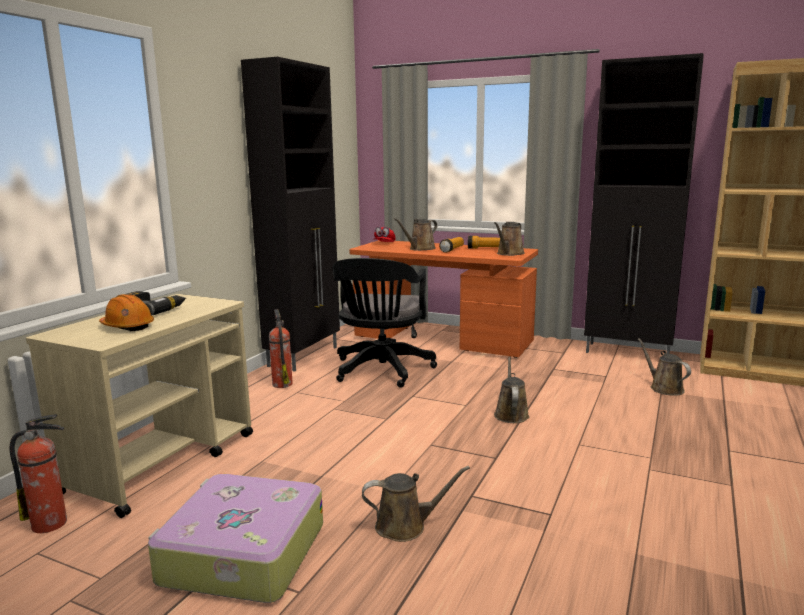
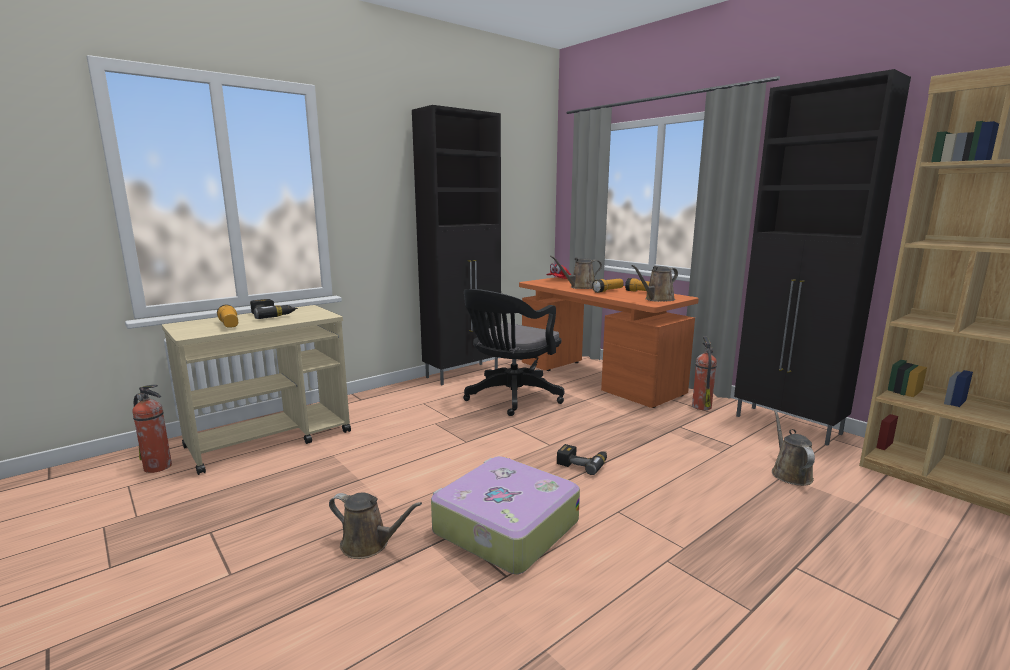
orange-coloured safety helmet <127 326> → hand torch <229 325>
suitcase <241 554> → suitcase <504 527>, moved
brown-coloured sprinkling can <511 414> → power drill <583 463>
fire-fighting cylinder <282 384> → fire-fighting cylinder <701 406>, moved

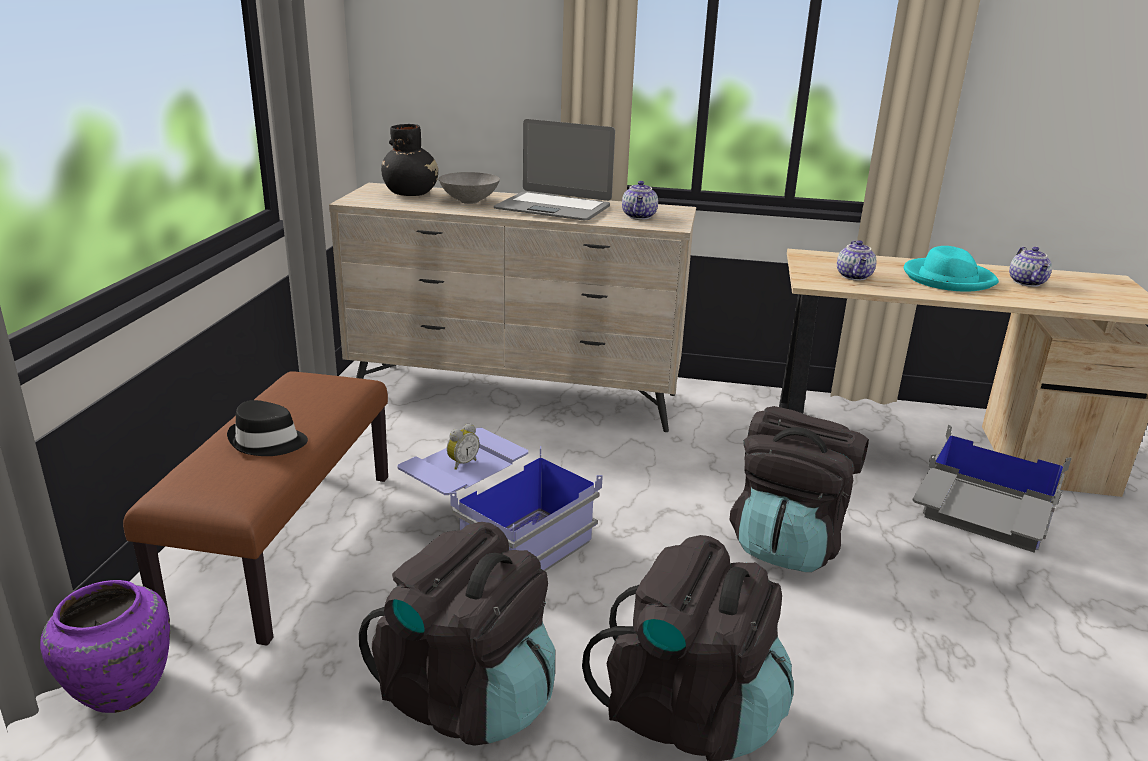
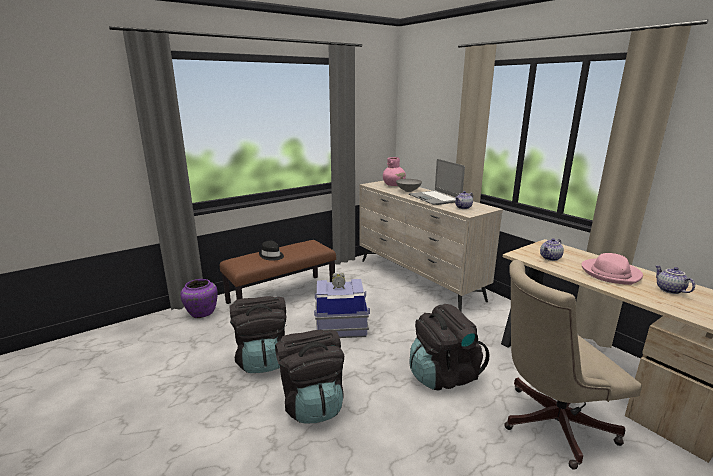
black-coloured vase <411 194> → pink-coloured vase <394 185>
gray storage bin <975 538> → sand-coloured office chair <549 424>
turquoise wearable hat <947 279> → pink-coloured wearable hat <610 273>
pot for tea <1028 283> → pot for tea <669 290>, 120 degrees clockwise

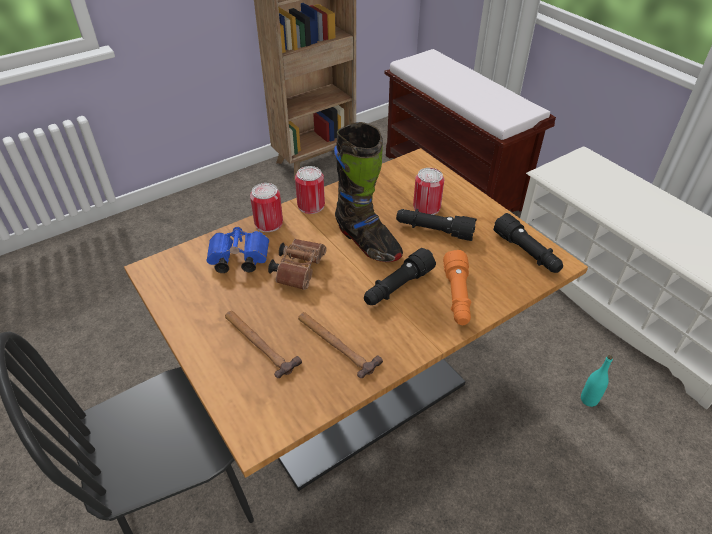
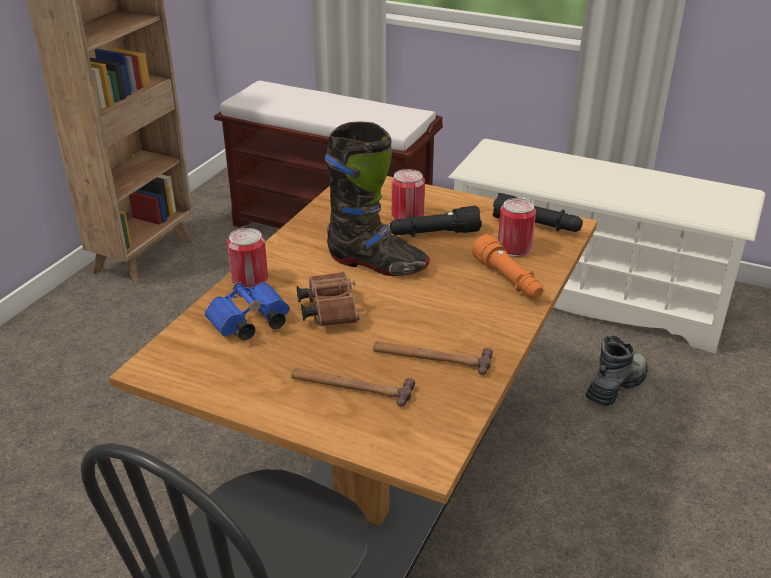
sealed can <311 205> → sealed can <514 248>, moved
turquoise drink bottle <589 399> → tall boot <616 386>
black-coloured hand torch <397 287> → -

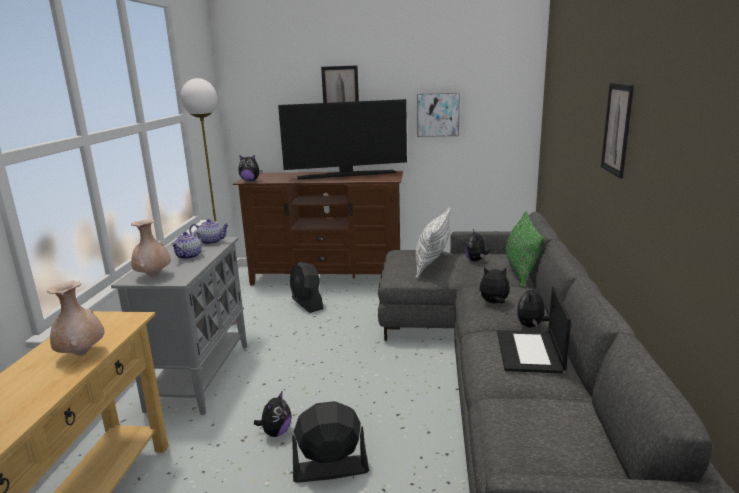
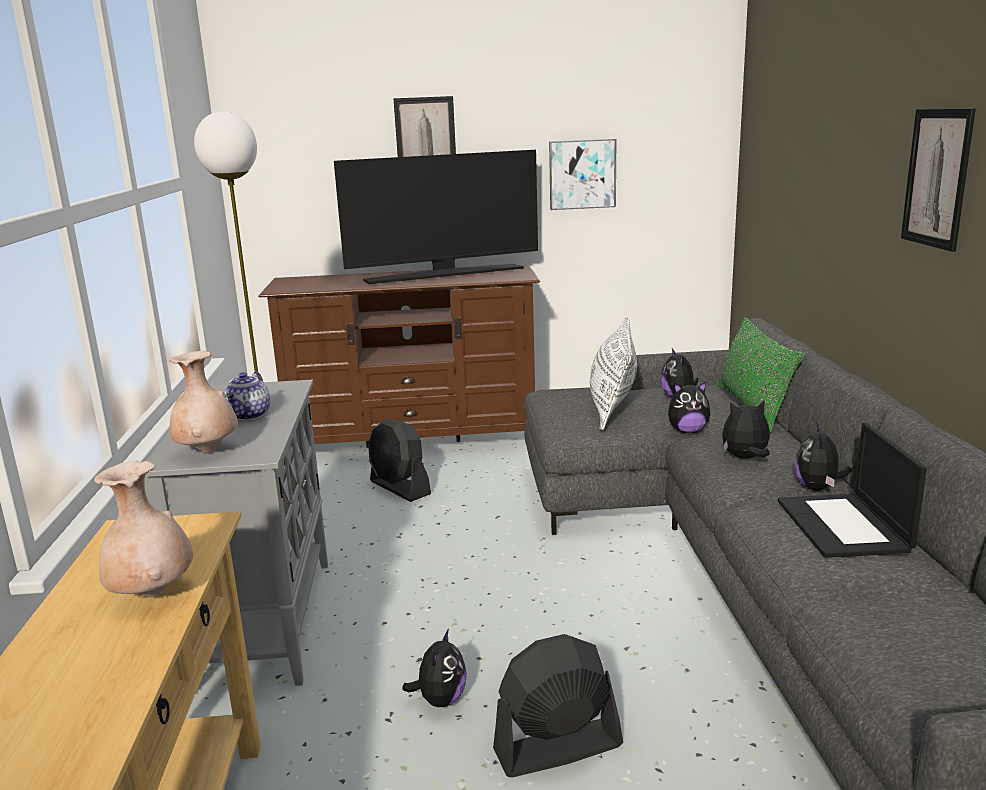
plush toy <250 180> → plush toy <687 431>, moved
pot for tea <211 241> → -

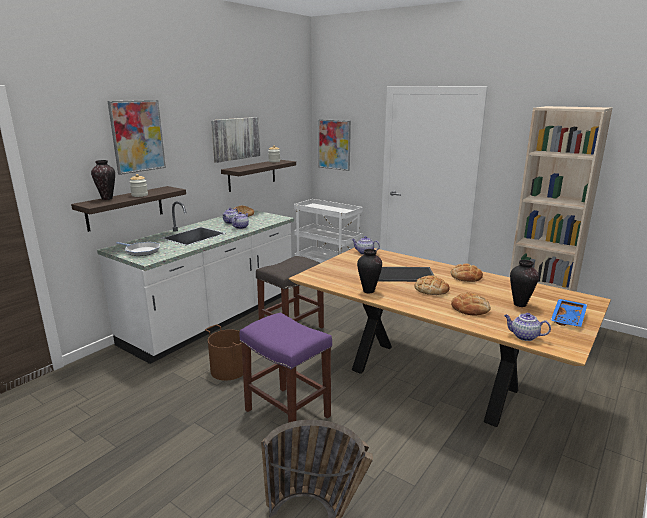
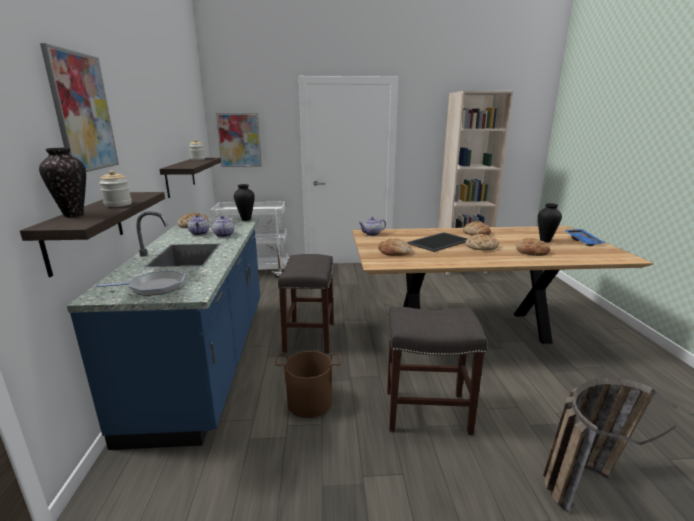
white kitchen base unit <213 319> → bluish kitchen base unit <207 359>
vase <368 291> → vase <245 220>, moved
- → bread <394 251>
purple sitting stool <286 413> → gray sitting stool <425 412>
wall art <235 138> → -
pot for tea <524 336> → -

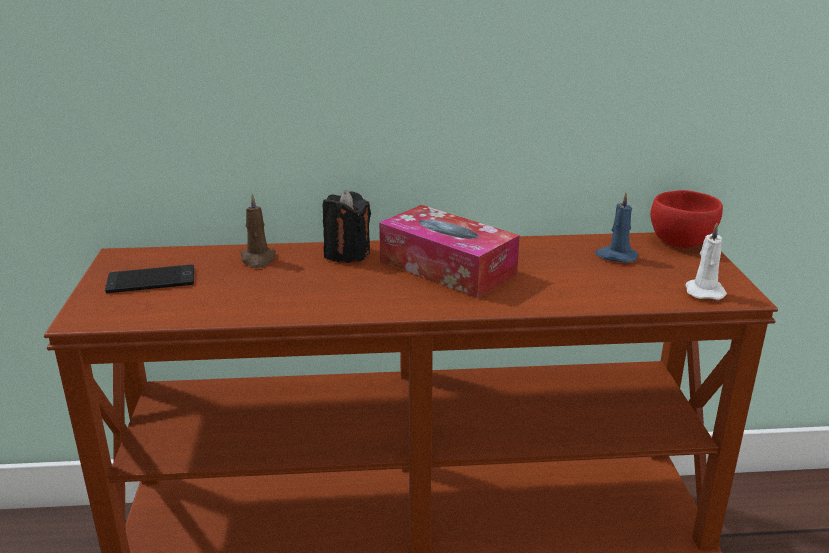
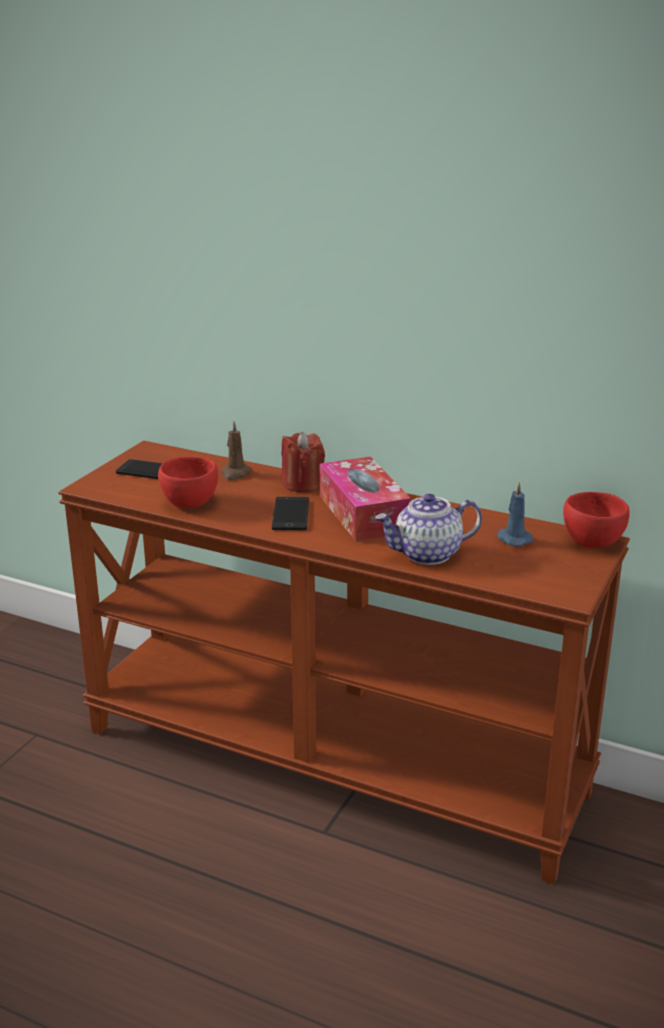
- → red deep dish <191 502>
- → telephone <290 514>
black-coloured wax candle <347 254> → red wax candle <302 484>
- → pot for tea <427 554>
white wax candle <703 291> → -

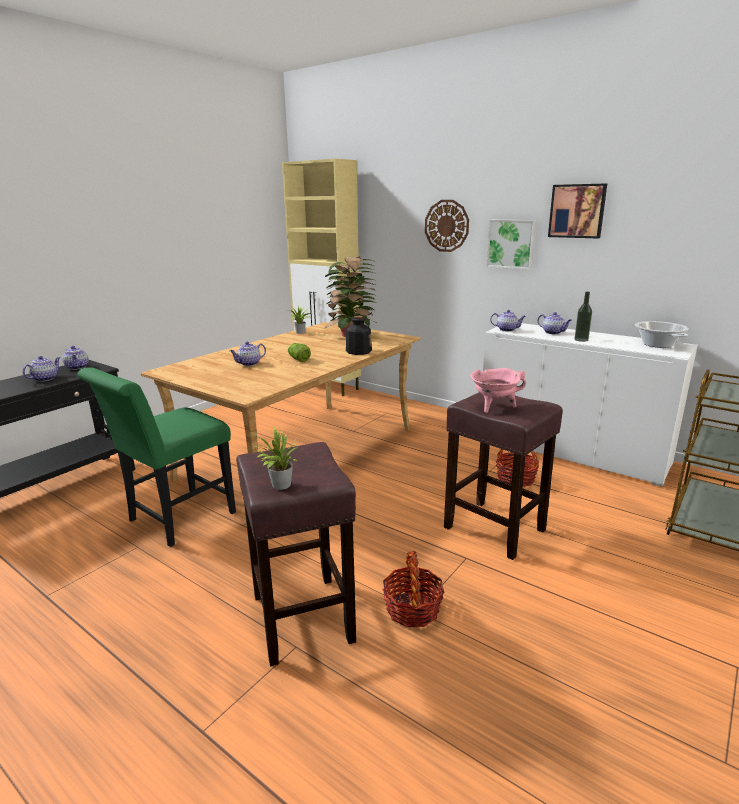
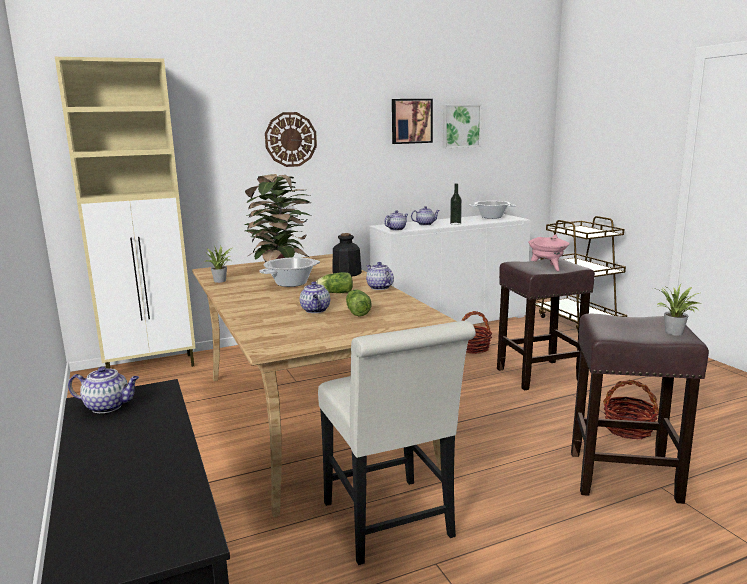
- → saucepot <291 283>
green upright chair <176 519> → white upright chair <391 525>
- → lettuce <357 311>
pot for tea <45 379> → pot for tea <379 287>, moved
wall art <511 244> → wall art <460 126>, moved

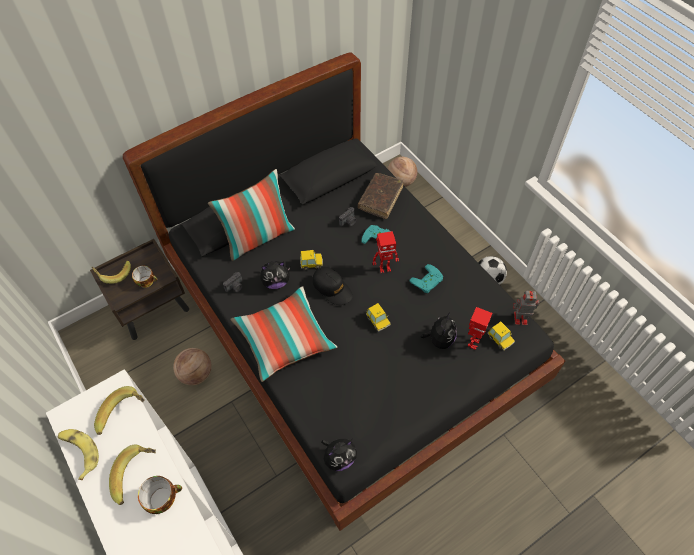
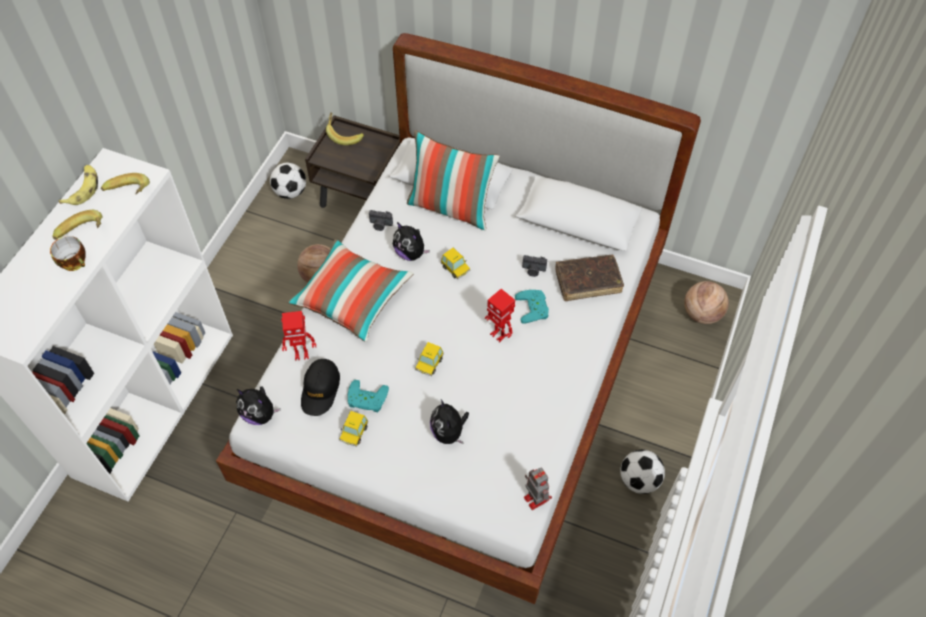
black-coloured bed <348 329> → white bed <464 375>
- → football <290 192>
model robot <472 343> → model robot <301 354>, moved
black-coloured baseball cap <332 288> → black-coloured baseball cap <320 390>, moved
miniature car <500 339> → miniature car <354 432>, moved
turquoise game controller <428 282> → turquoise game controller <366 400>, moved
plush toy <439 340> → plush toy <449 432>, 90 degrees clockwise
drinking cup <147 281> → -

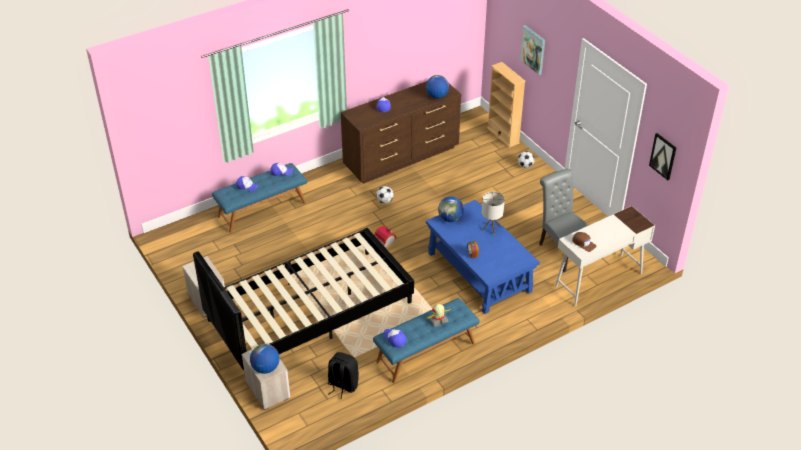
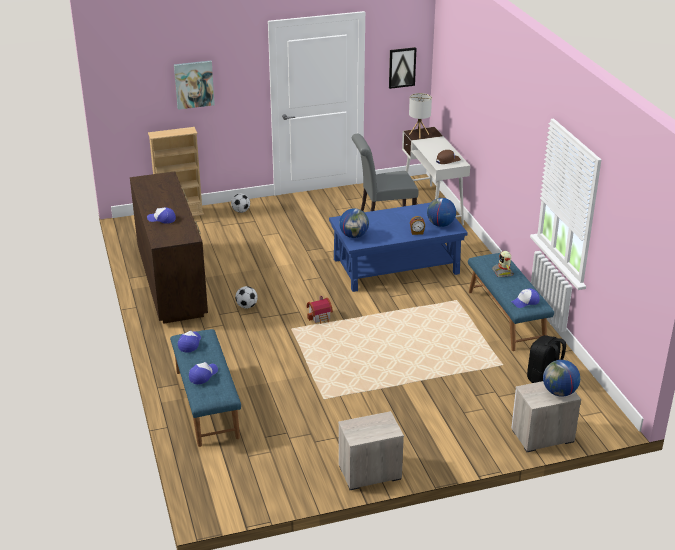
tabletop lamp <491 228> → tabletop lamp <419 134>, moved
desk globe <437 96> → desk globe <440 225>, moved
black-coloured bed <309 311> → -

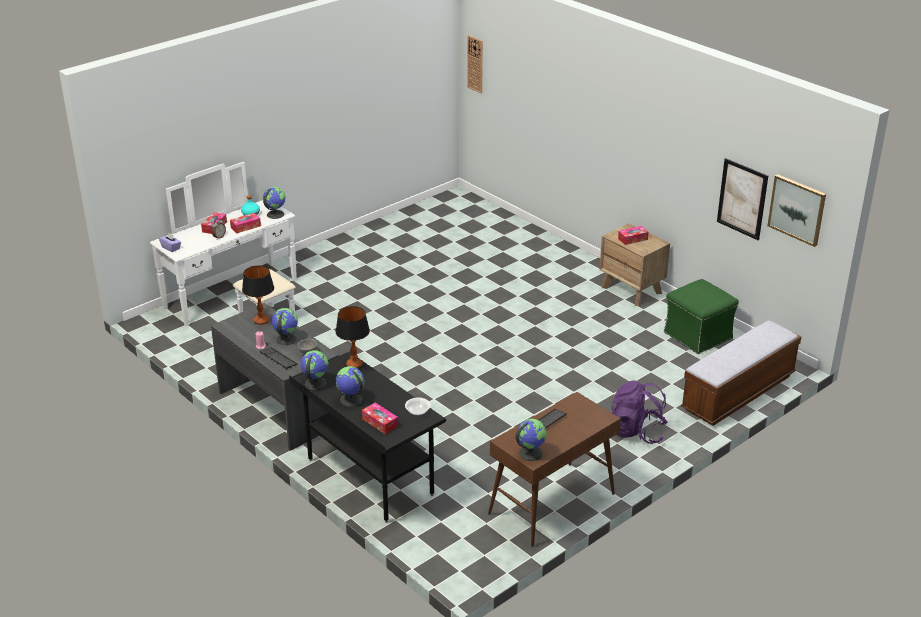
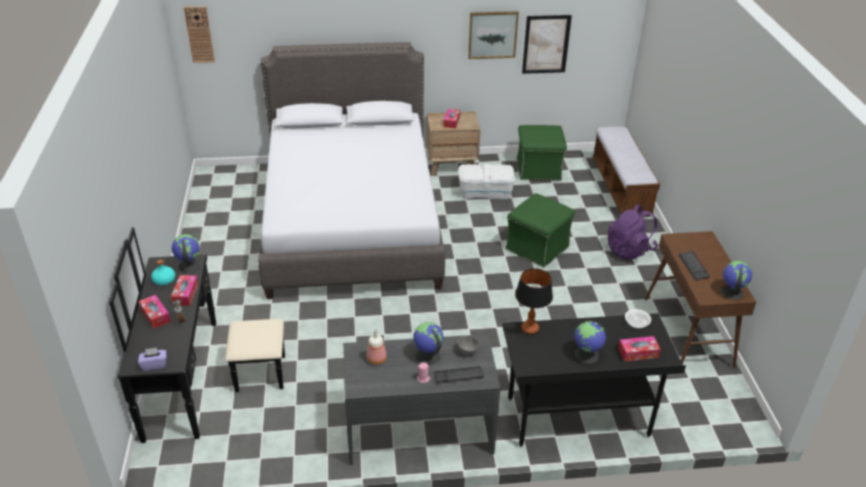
white dresser <239 299> → black-coloured dresser <200 376>
- → gray bed <350 221>
tabletop lamp <261 321> → drink bottle <377 359>
- → white storage bin <485 191>
wall art <797 209> → wall art <492 34>, moved
- → green footrest <537 247>
desk globe <315 383> → -

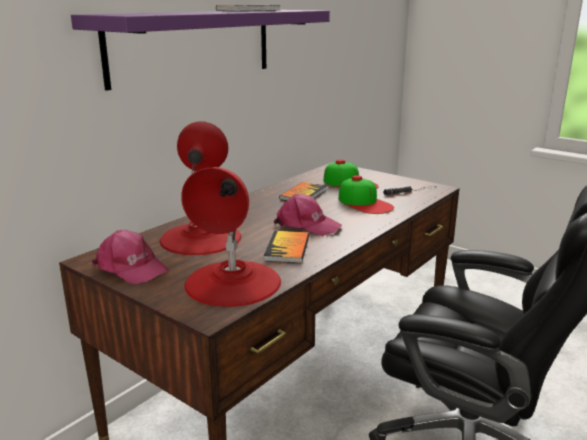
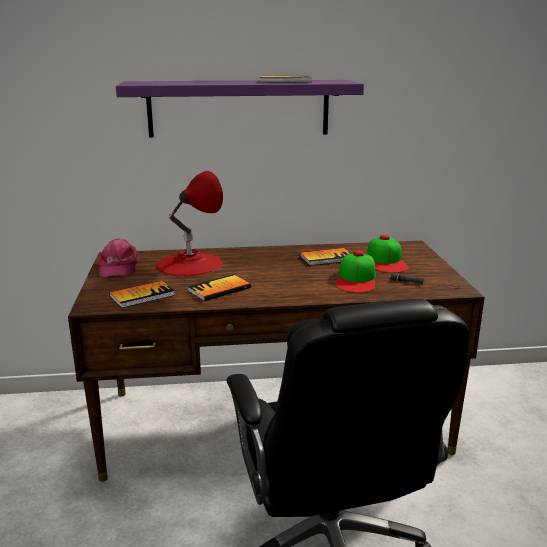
red tabletop lamp <233 282> → book <142 295>
pink-coloured baseball cap <306 225> → -

